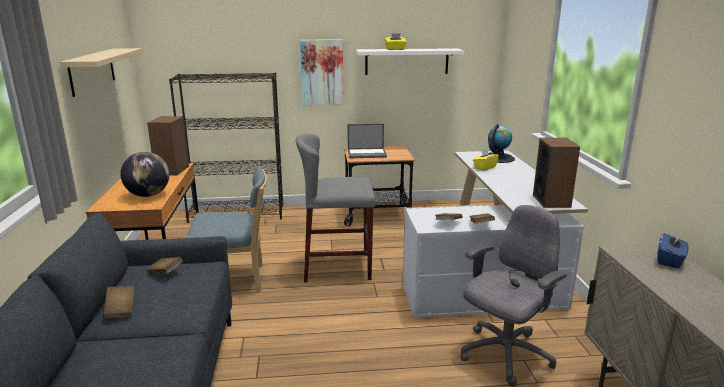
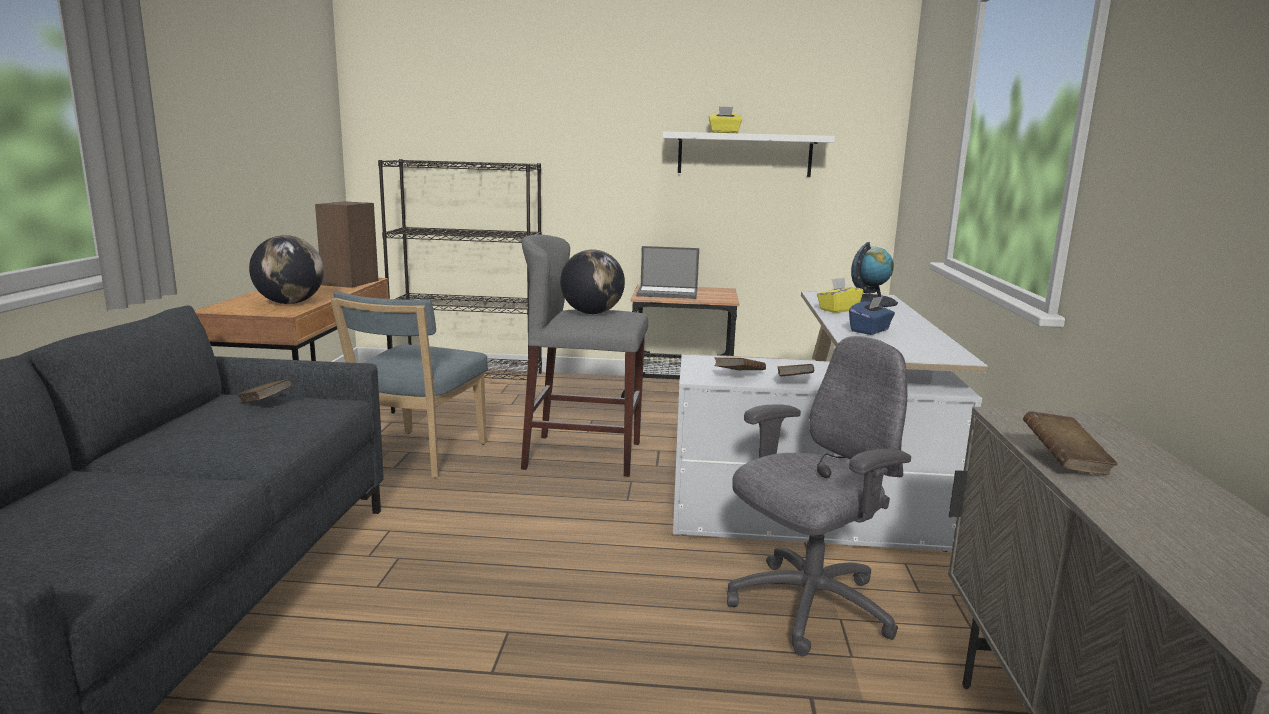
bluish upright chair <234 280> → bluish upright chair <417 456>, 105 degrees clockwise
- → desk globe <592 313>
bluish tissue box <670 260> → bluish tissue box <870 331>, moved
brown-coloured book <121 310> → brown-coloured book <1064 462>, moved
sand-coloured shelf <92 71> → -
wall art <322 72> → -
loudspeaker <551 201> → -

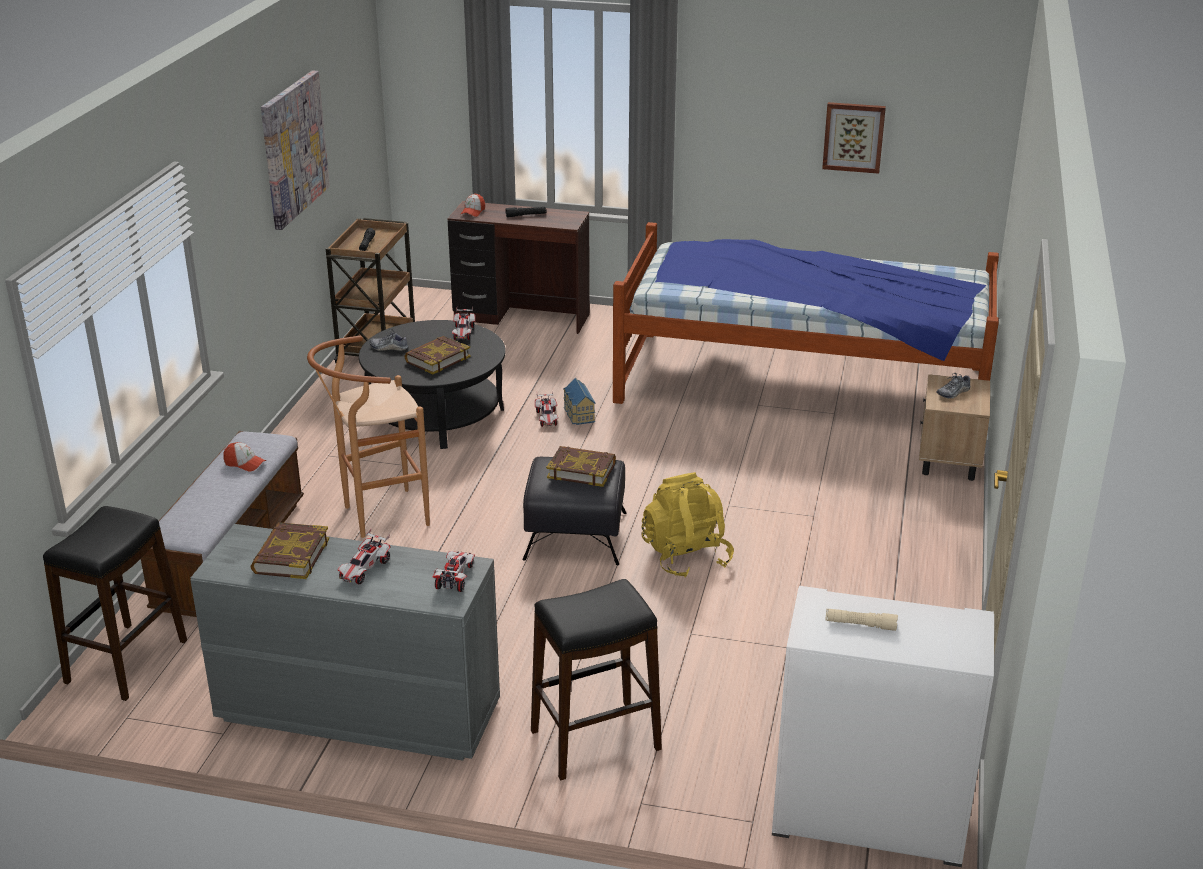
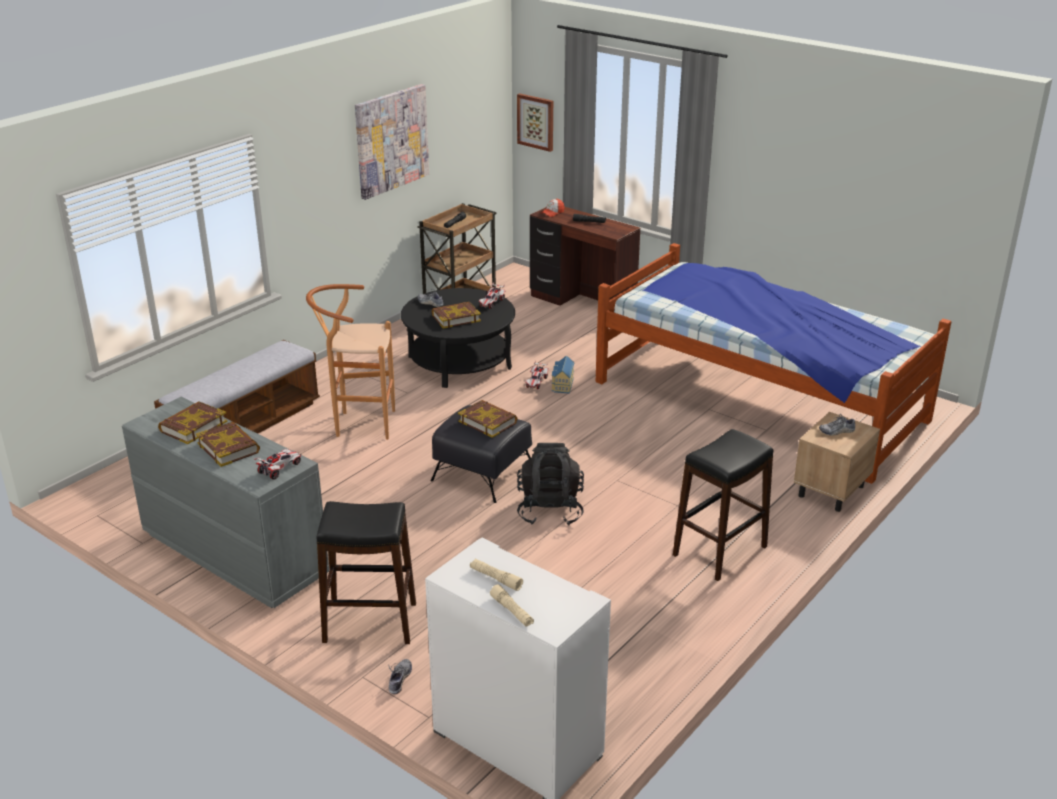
miniature car <365 569> → book <229 448>
- → low shoe <399 679>
- → sand-coloured hand torch <512 611>
wall art <853 137> → wall art <536 122>, moved
yellowish backpack <686 557> → black-coloured backpack <550 510>
black-coloured sitting stool <126 662> → black-coloured sitting stool <720 551>, moved
baseball cap <244 463> → -

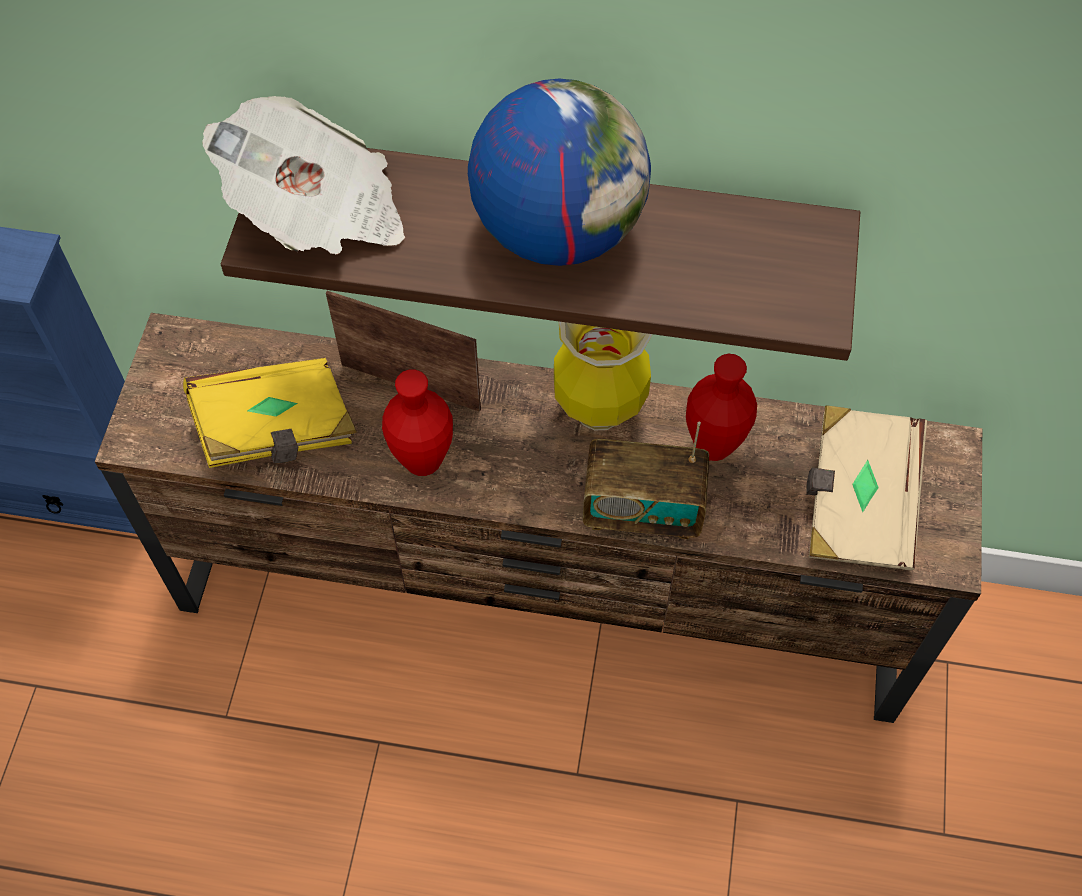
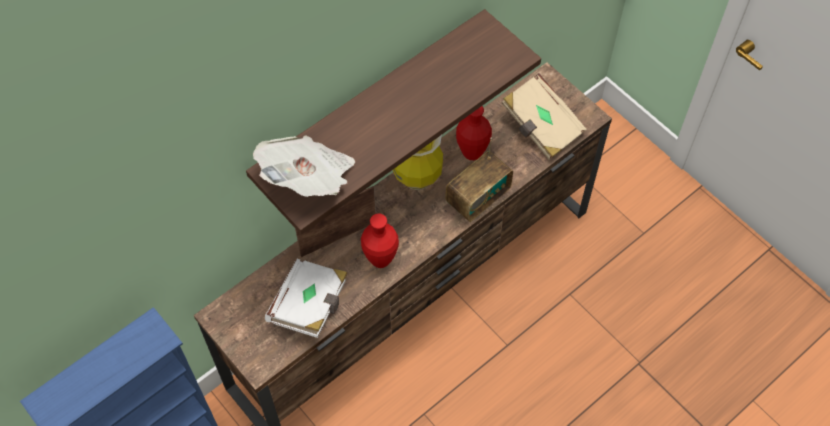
yellowish book <276 430> → white book <310 305>
desk globe <558 231> → -

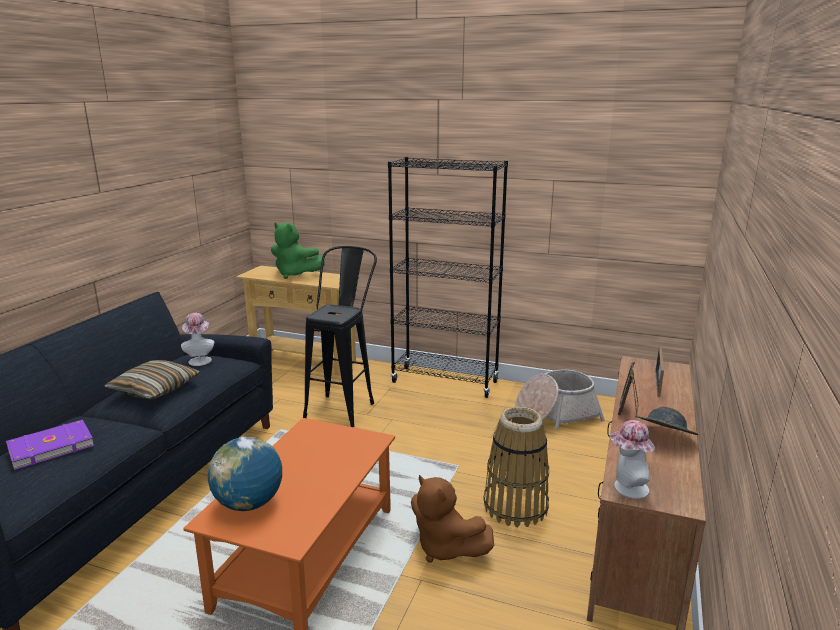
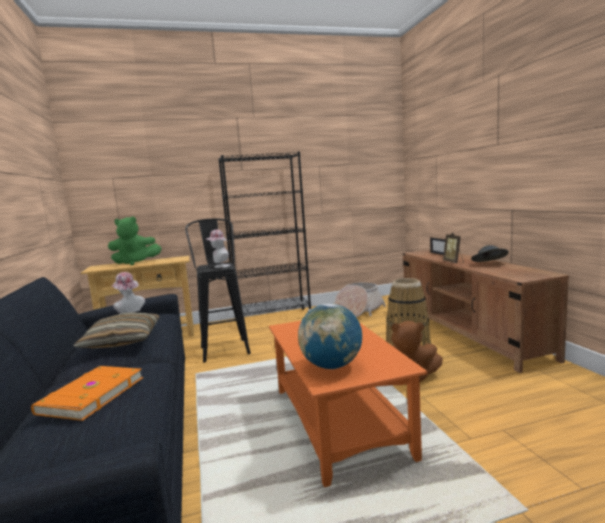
purple book <50 446> → orange-coloured book <90 395>
wearable hat <626 488> → wearable hat <220 266>, moved

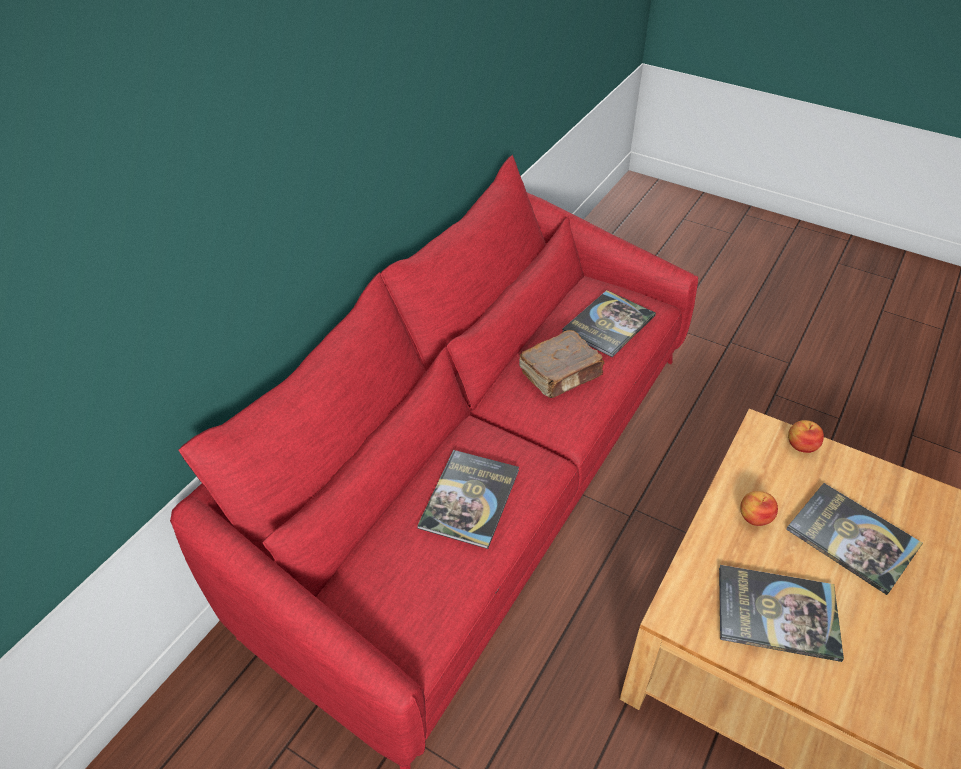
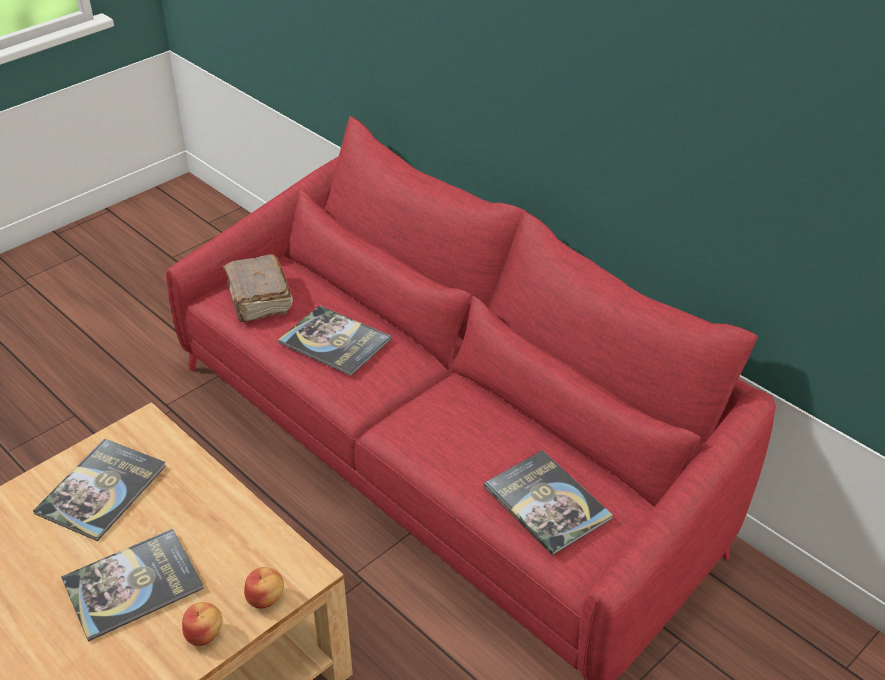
apple <755 517> → apple <204 634>, moved
brown-coloured book <561 374> → brown-coloured book <258 300>, moved

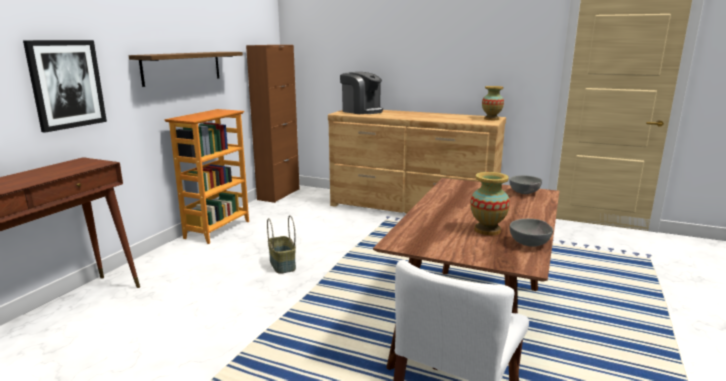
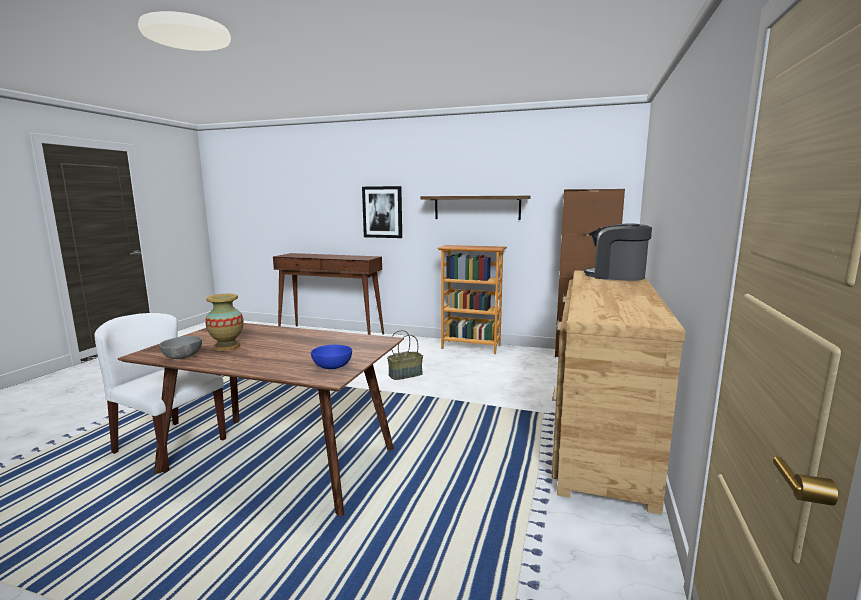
gray deep dish <524 193> → bluish deep dish <331 368>
coffee maker <361 111> → coffee maker <616 276>, 90 degrees clockwise
vase <491 119> → -

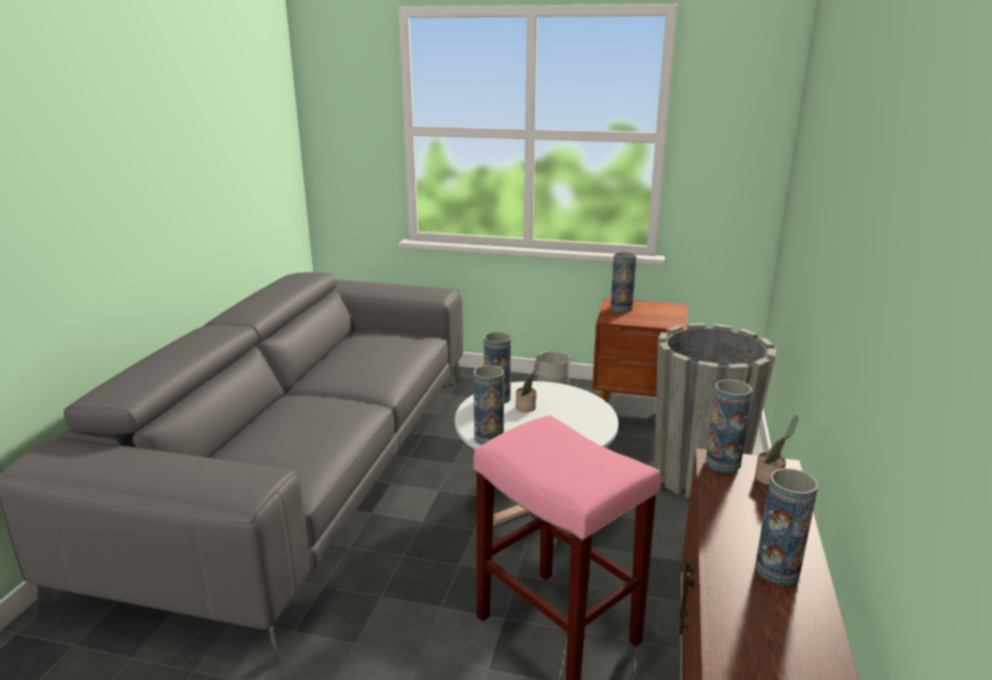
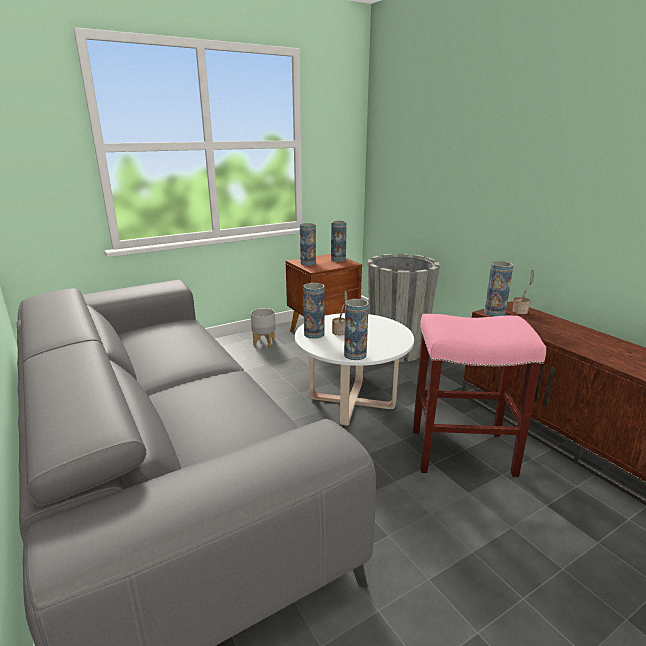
vase <777 570> → vase <338 259>, moved

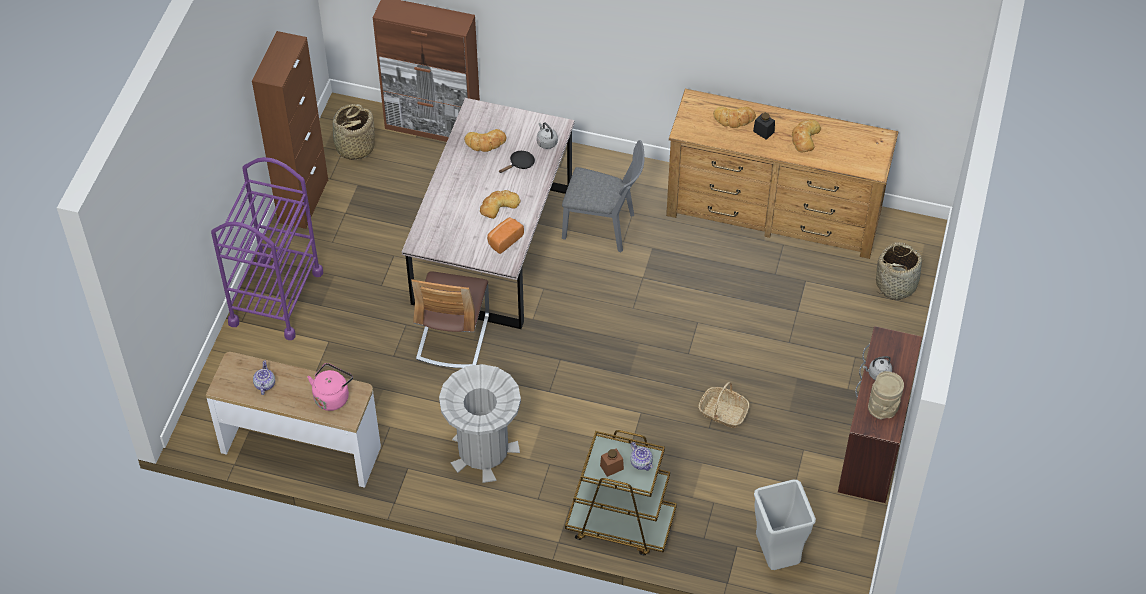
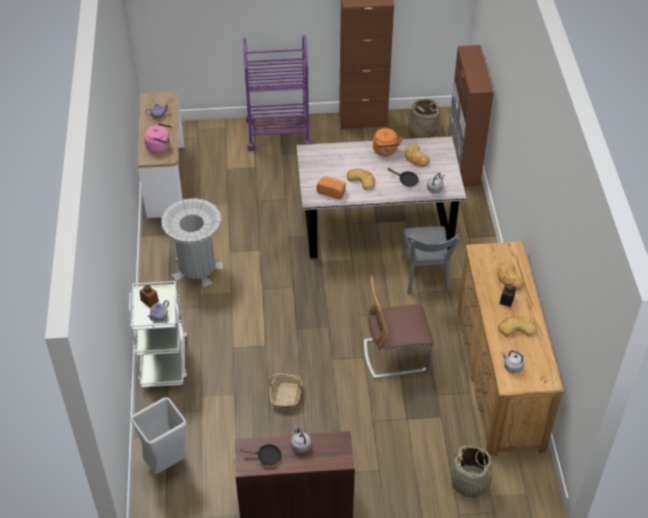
brown-coloured cart <620 523> → white cart <163 359>
sand-coloured vase <883 408> → black-coloured pan <266 457>
upright chair <453 337> → upright chair <395 355>, moved
- → orange-coloured kettle <385 151>
- → gray kettle <512 366>

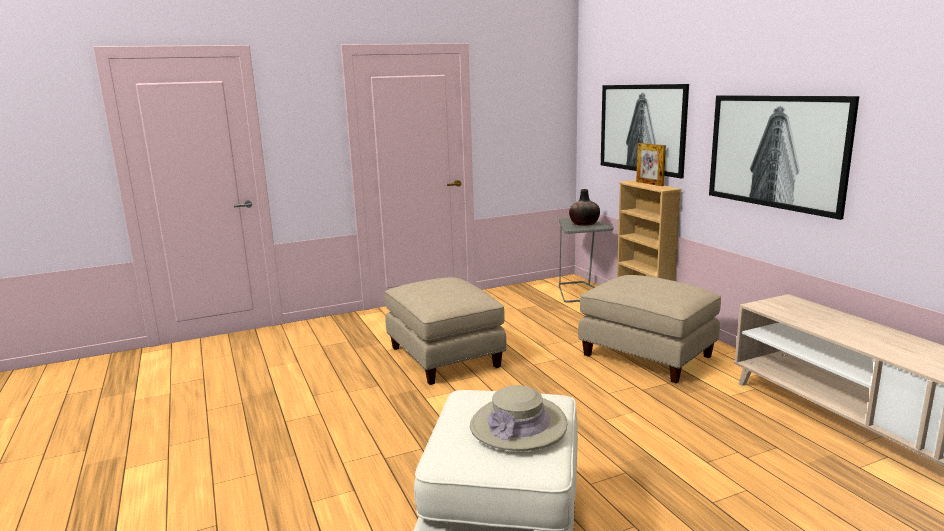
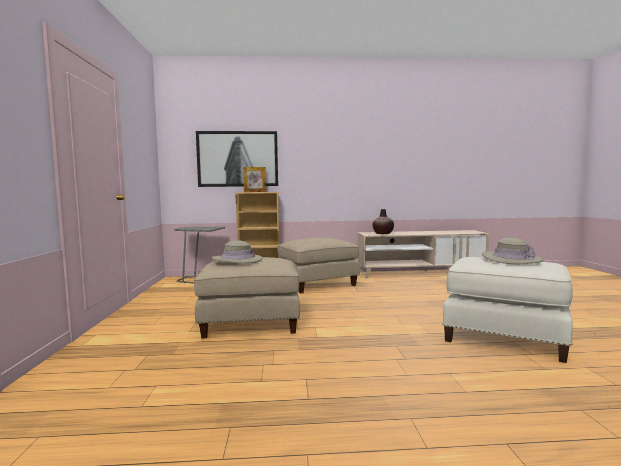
- → sand-coloured wearable hat <237 260>
vase <584 224> → vase <383 233>, moved
wall art <777 151> → -

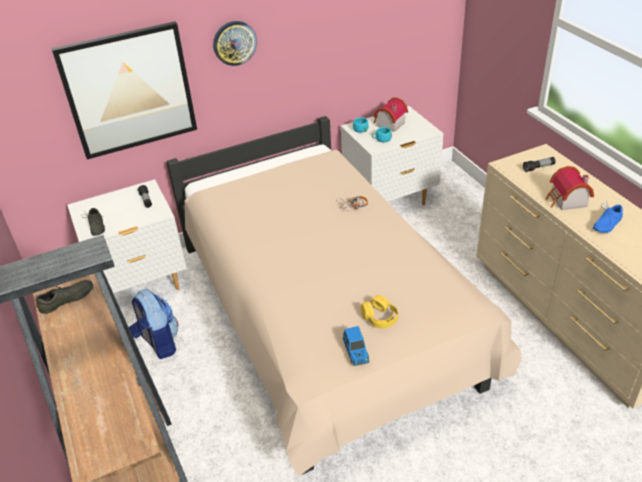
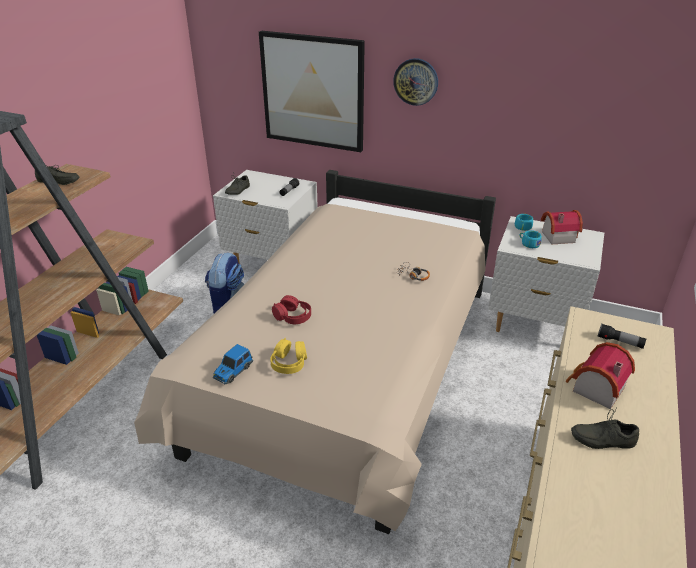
- → red headset <293 316>
bluish low shoe <605 224> → gray low shoe <602 438>

